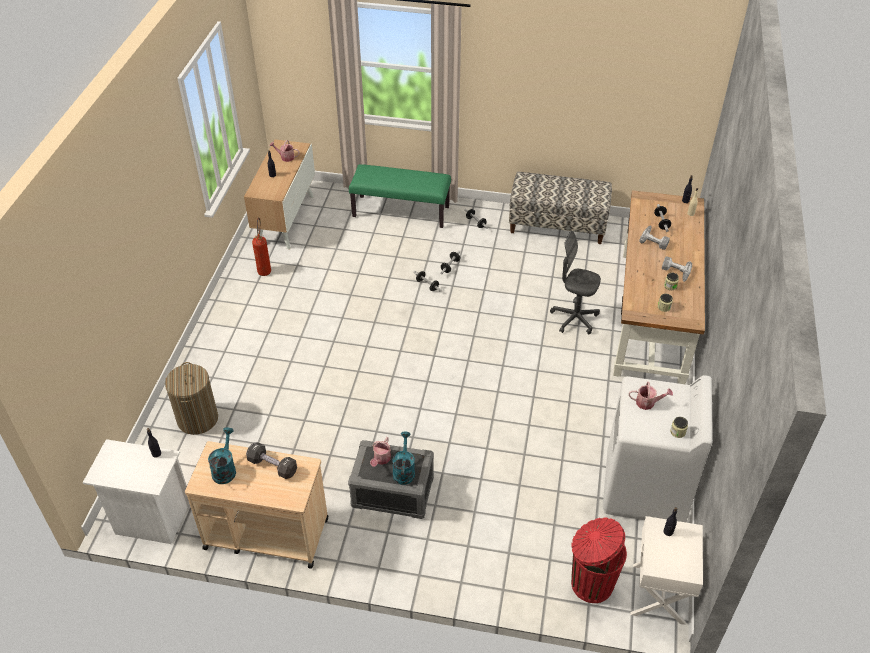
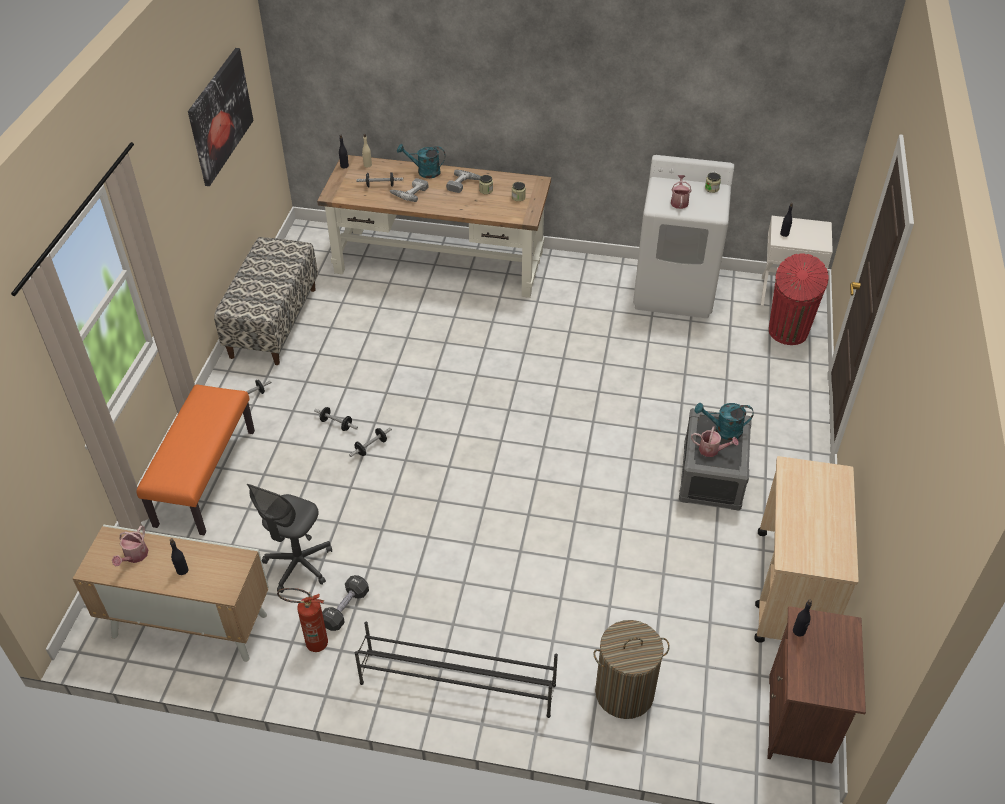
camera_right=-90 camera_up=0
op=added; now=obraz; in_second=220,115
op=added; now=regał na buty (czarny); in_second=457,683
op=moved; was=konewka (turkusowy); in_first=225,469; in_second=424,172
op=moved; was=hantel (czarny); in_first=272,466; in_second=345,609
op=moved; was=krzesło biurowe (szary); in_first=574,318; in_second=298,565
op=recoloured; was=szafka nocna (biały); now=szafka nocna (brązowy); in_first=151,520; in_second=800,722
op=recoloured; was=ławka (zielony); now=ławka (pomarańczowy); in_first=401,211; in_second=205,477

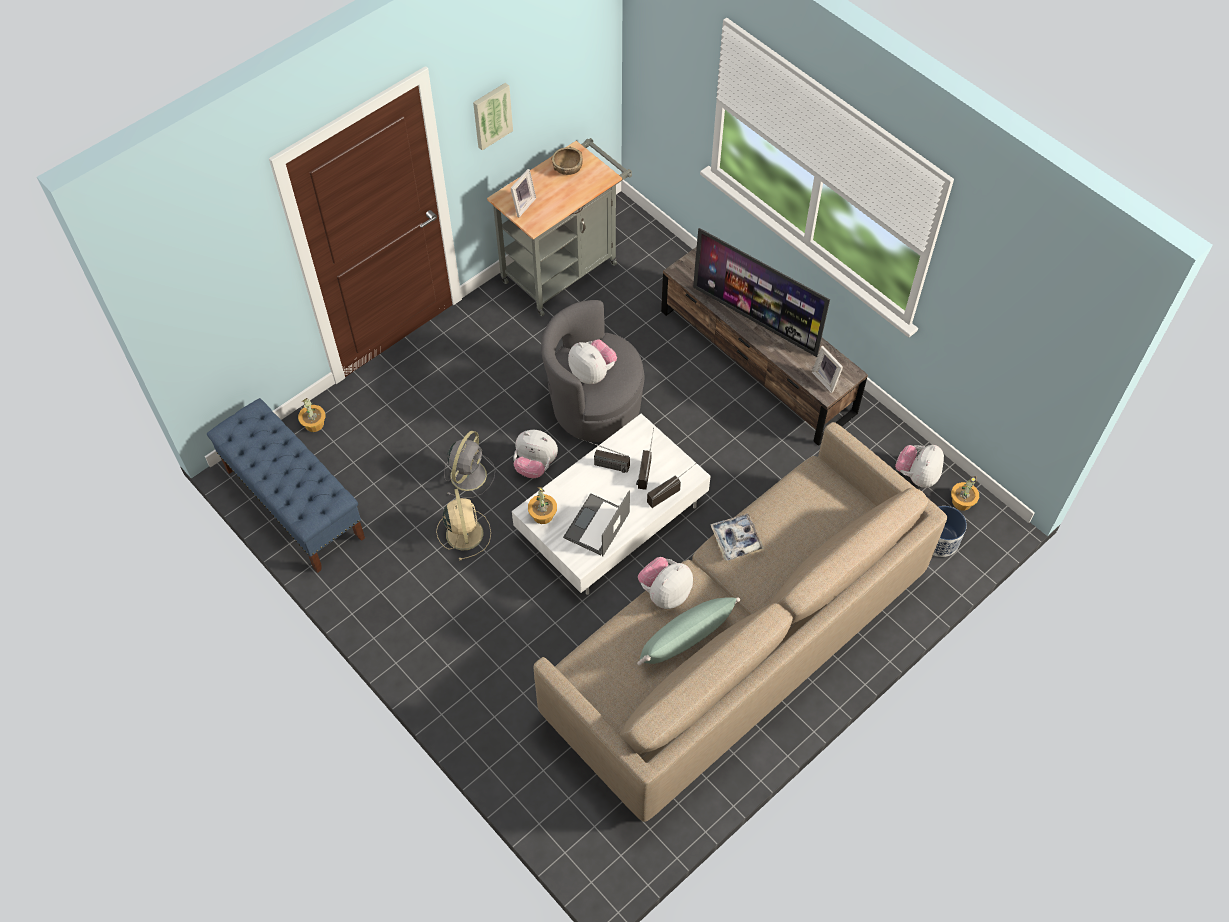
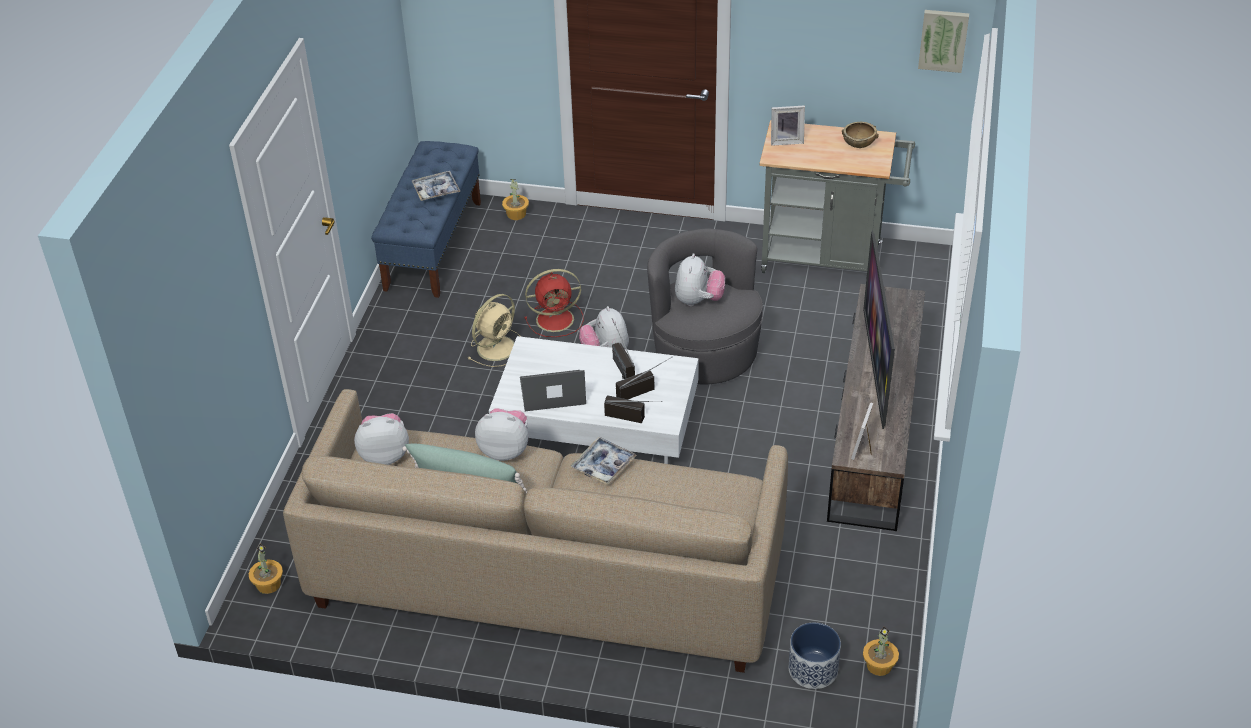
camera_right=55 camera_up=-15
op=added; now=taca; in_second=436,190
op=moved; was=obraz; in_first=491,115; in_second=943,39
op=moved; was=roślina doniczkowa; in_first=542,515; in_second=268,584
op=moved; was=pluszak; in_first=917,475; in_second=384,455
op=recoloured; was=wentylator (szary); now=wentylator (czerwony); in_first=469,474; in_second=556,319

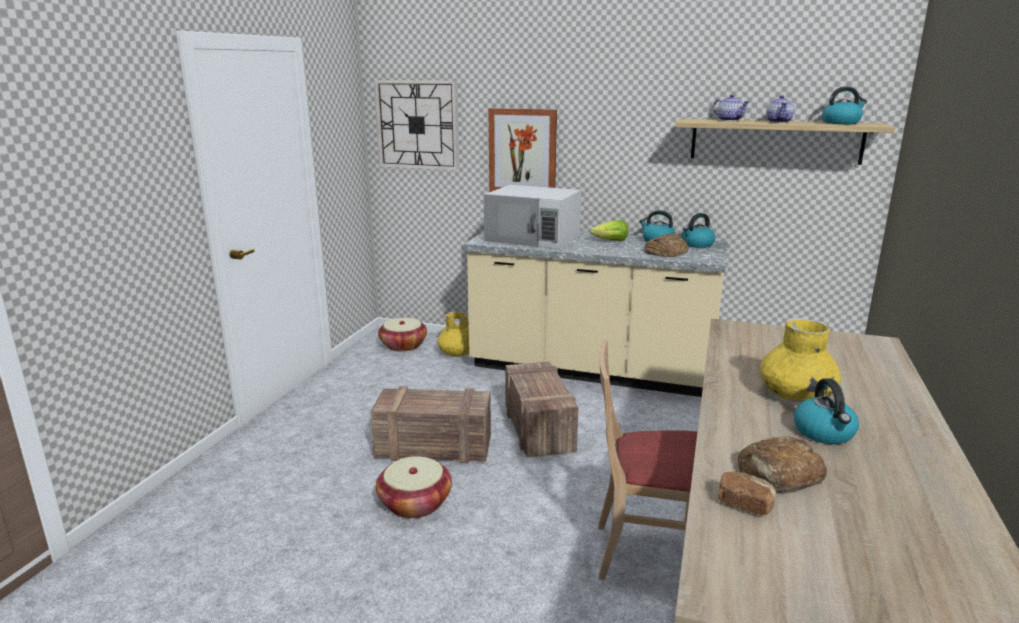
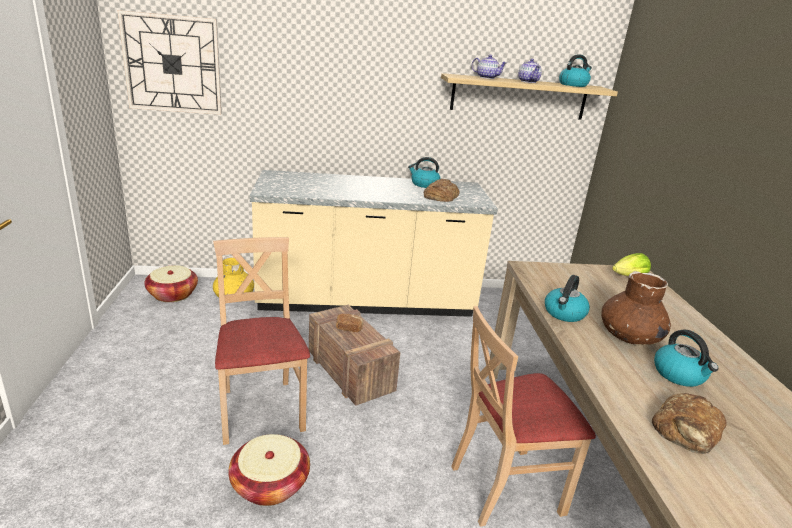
camera_right=-25 camera_up=5
op=removed; was=mikrofalówka (biały); in_first=533,237
op=removed; was=obraz; in_first=522,152
op=moved; was=sałata; in_first=610,241; in_second=629,277
op=moved; was=czajnik; in_first=696,244; in_second=564,313
op=moved; was=chleb; in_first=744,504; in_second=349,328
op=replaced; was=skrzynka; now=krzesło (beżowy); in_first=436,447; in_second=261,410
op=recoloured; was=wazon (żółty); now=wazon (brązowy); in_first=795,395; in_second=629,336

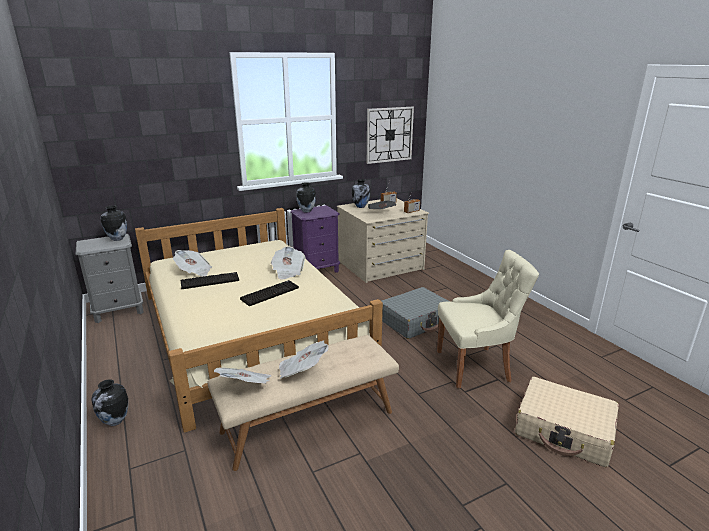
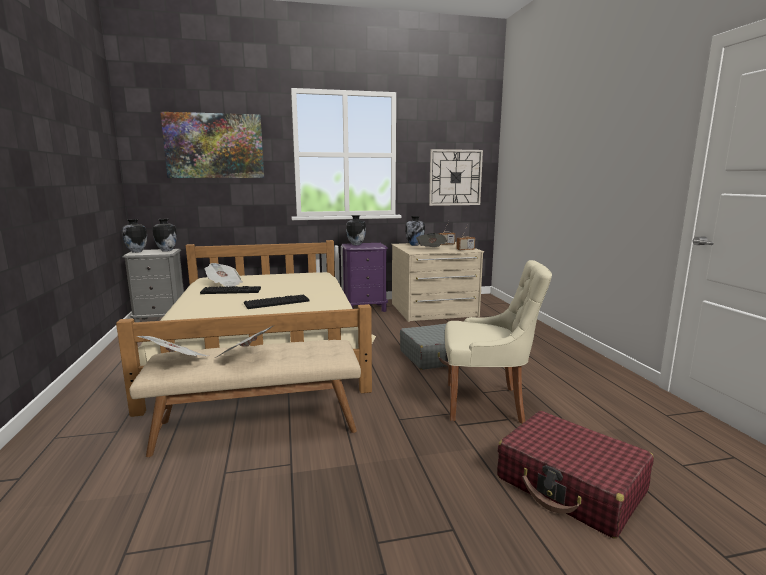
camera_right=15 camera_up=-10
op=removed; was=gazeta; in_first=288,272
op=added; now=obraz; in_second=214,146
op=moved; was=wazon; in_first=115,421; in_second=136,251
op=recoloured; was=walizka (beżowy); now=walizka (czerwony); in_first=564,431; in_second=570,485

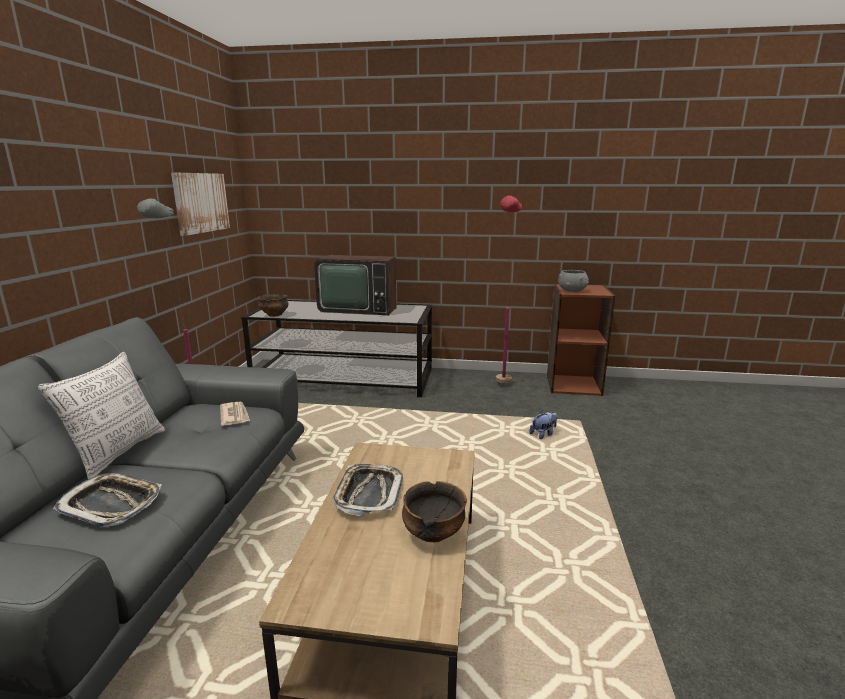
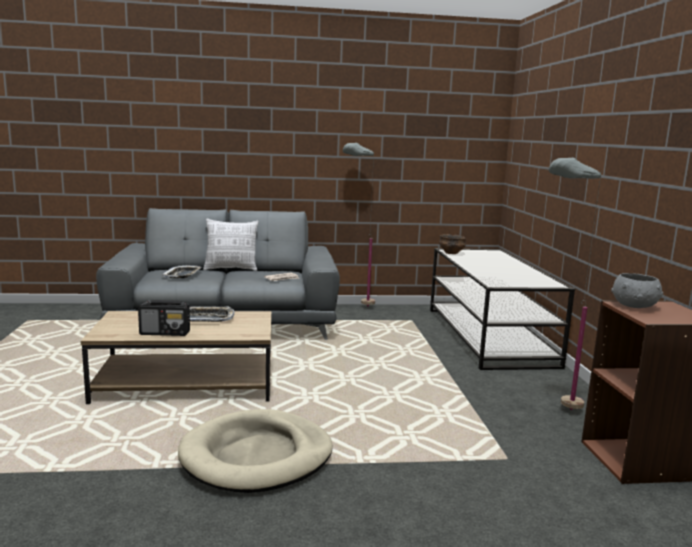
camera_right=75 camera_up=-5
op=removed; was=obraz; in_first=200,202
op=removed; was=telewizor; in_first=358,308
op=removed; was=pluszak; in_first=543,434
op=added; now=legowisko (beżowy); in_second=257,456
op=replaced; was=miska; now=radio; in_first=433,534; in_second=165,333
op=recoloured; was=lampa stojąca (czerwony); now=lampa stojąca (szary); in_first=502,389; in_second=552,409

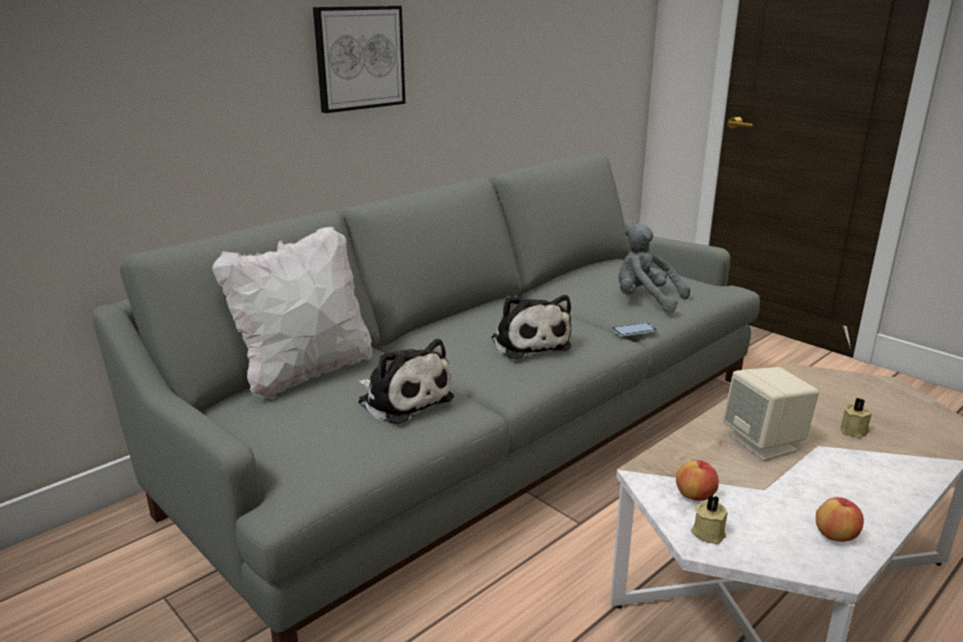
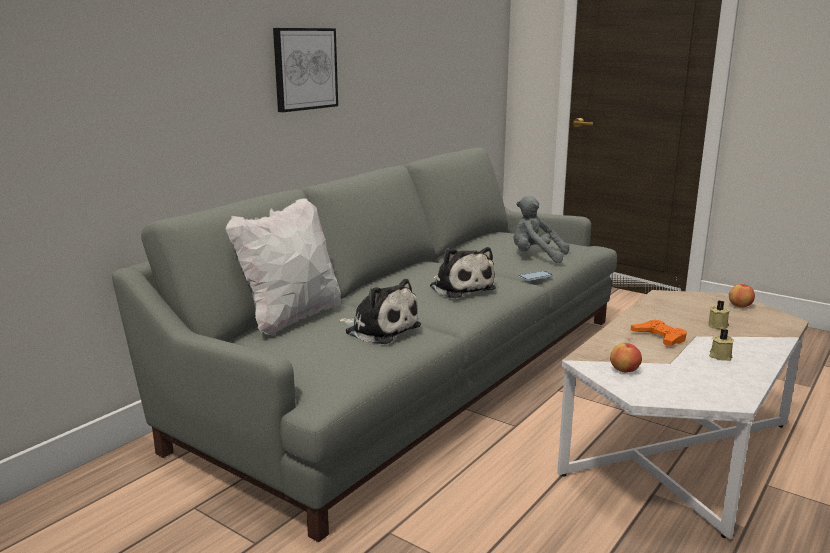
camera_right=-10 camera_up=-5
op=moved; was=świeca (beżowy); in_first=708,532; in_second=720,356
op=moved; was=jabłko; in_first=835,536; in_second=740,306
op=replaced; was=głośnik (beżowy); now=pad do gier (pomarańczowy); in_first=764,443; in_second=659,337

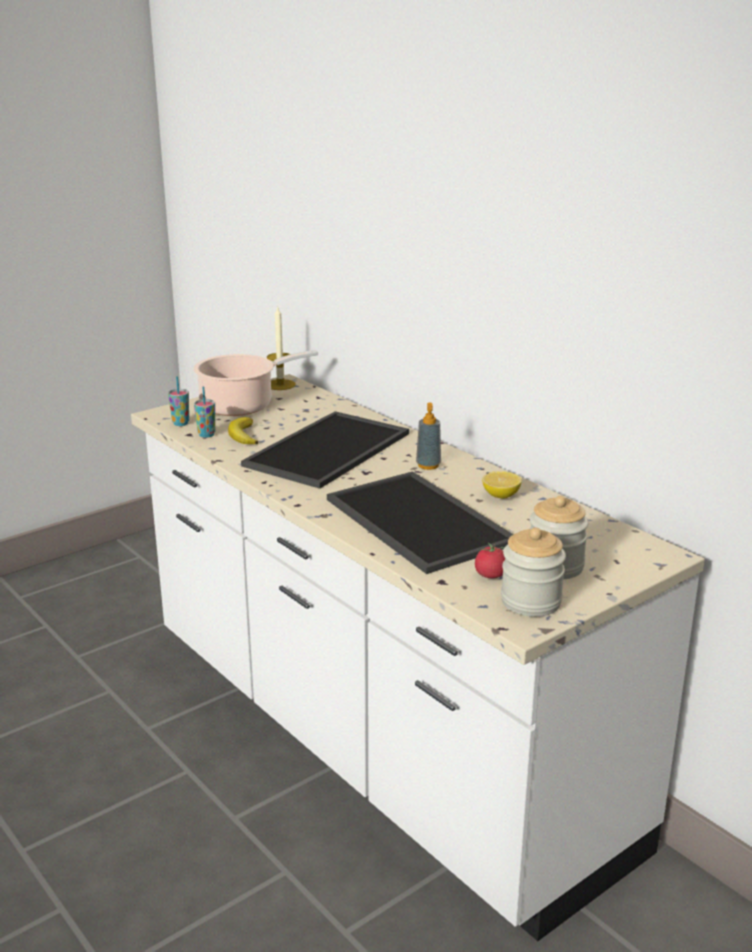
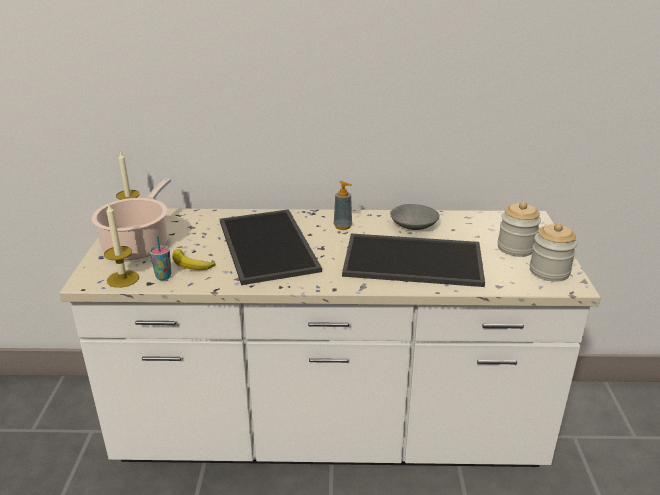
camera_right=-50 camera_up=5
op=removed; was=pomidor; in_first=491,575
op=replaced; was=filiżanka; now=świeca; in_first=180,423; in_second=123,279
op=replaced; was=cytryna; now=miska (szary); in_first=501,496; in_second=413,225

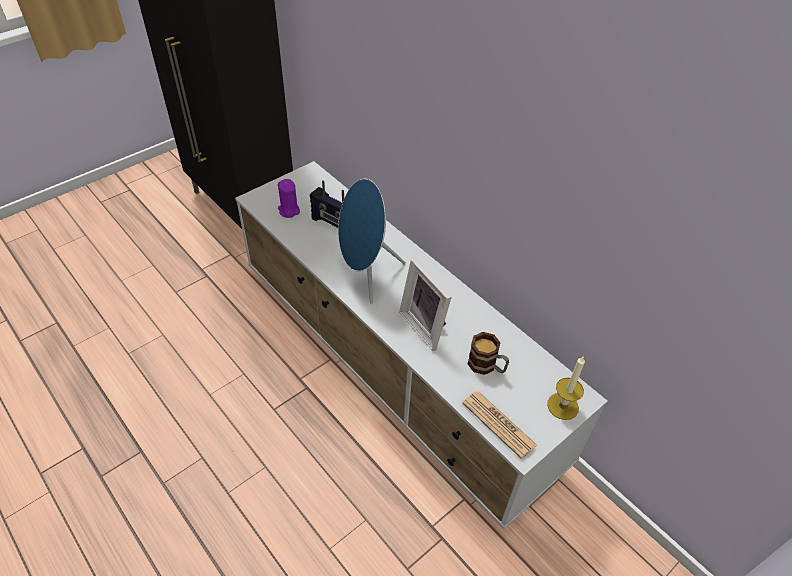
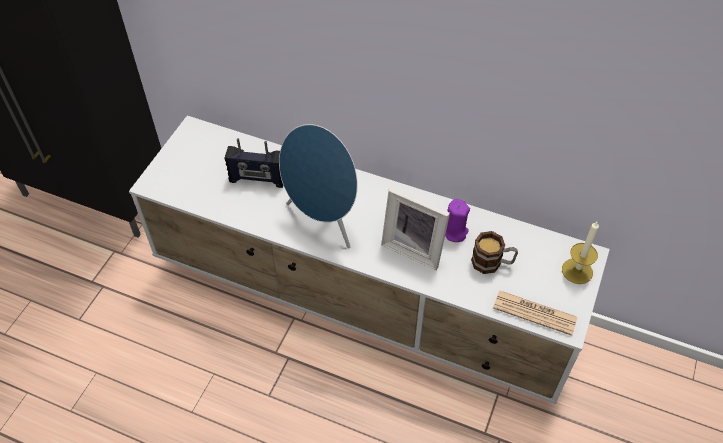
camera_right=-25 camera_up=5
op=moved; was=świeca (fioletowy); in_first=289,210; in_second=454,232

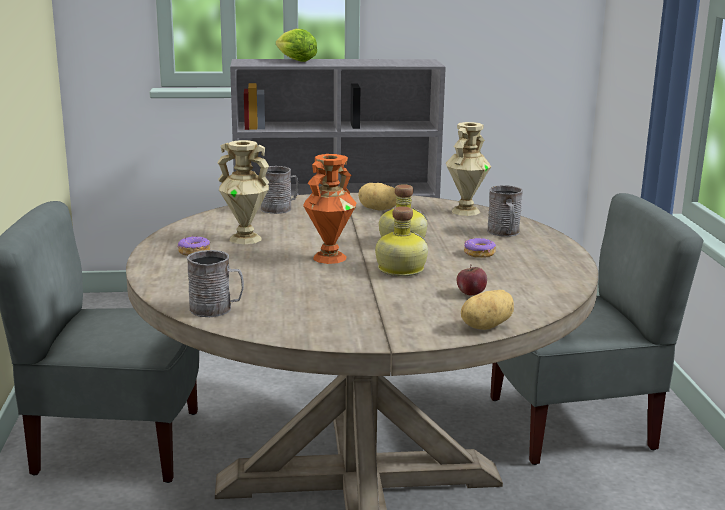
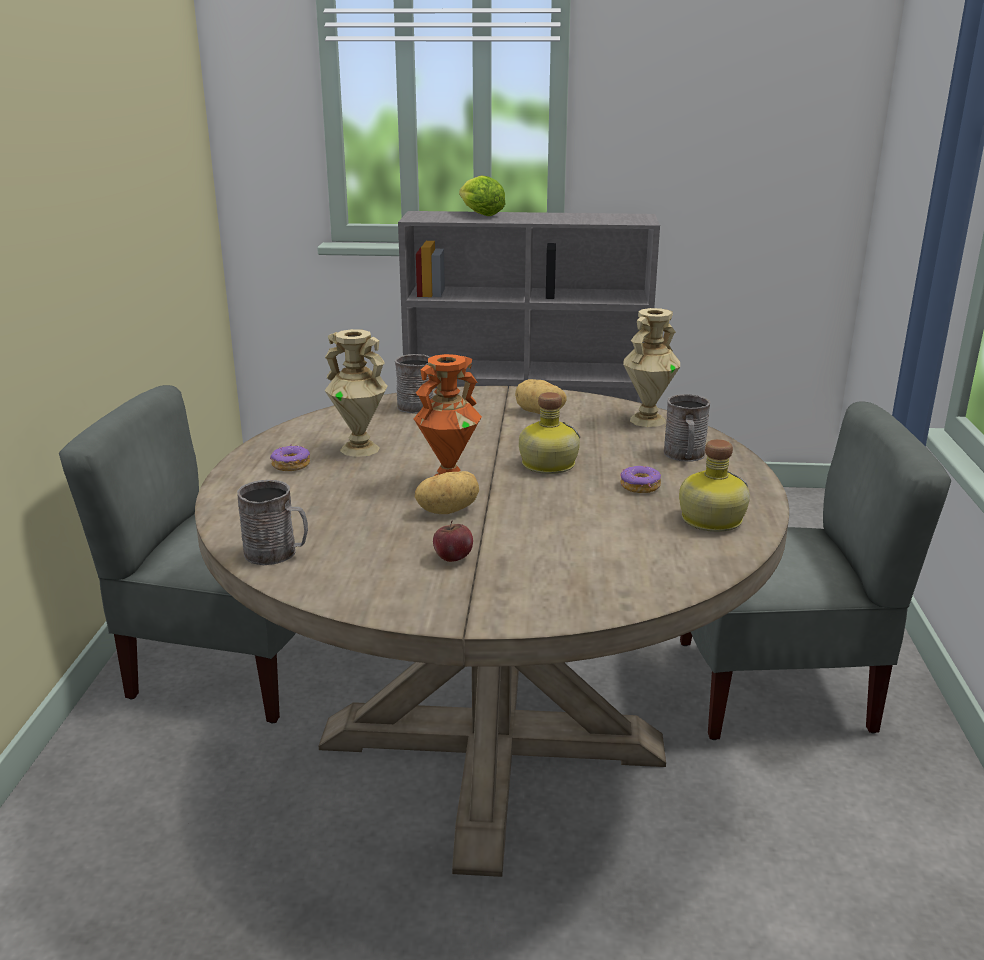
camera_right=10 camera_up=5
op=moved; was=butelka; in_first=399,269; in_second=709,519
op=moved; was=jabłko; in_first=471,293; in_second=453,558
op=moved; was=ziemniak; in_first=485,326; in_second=447,510

